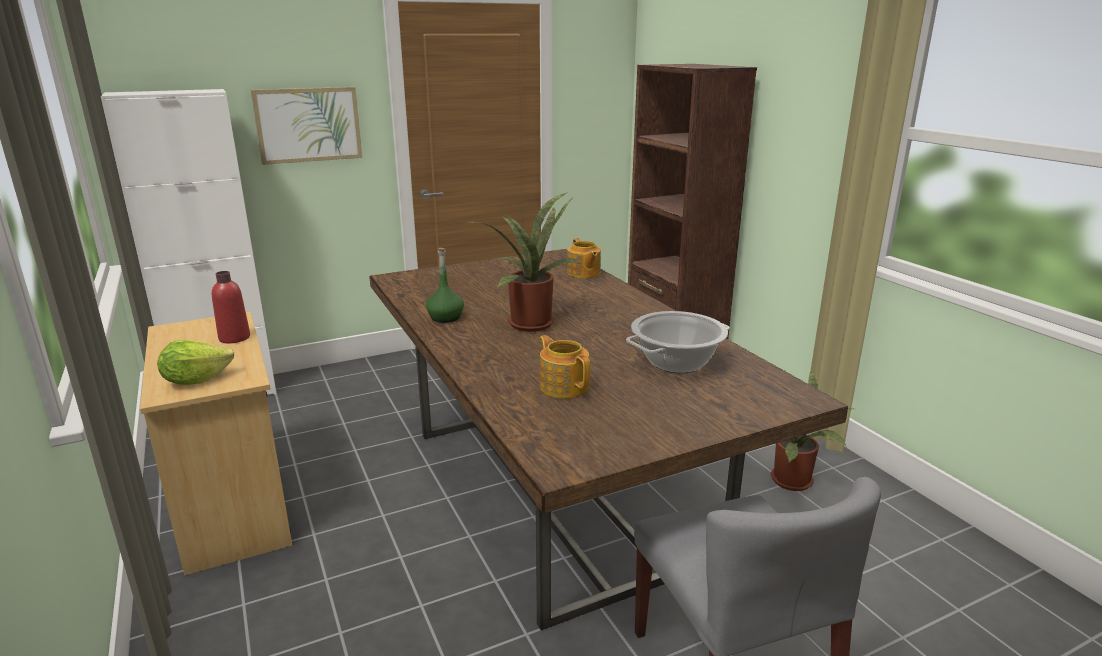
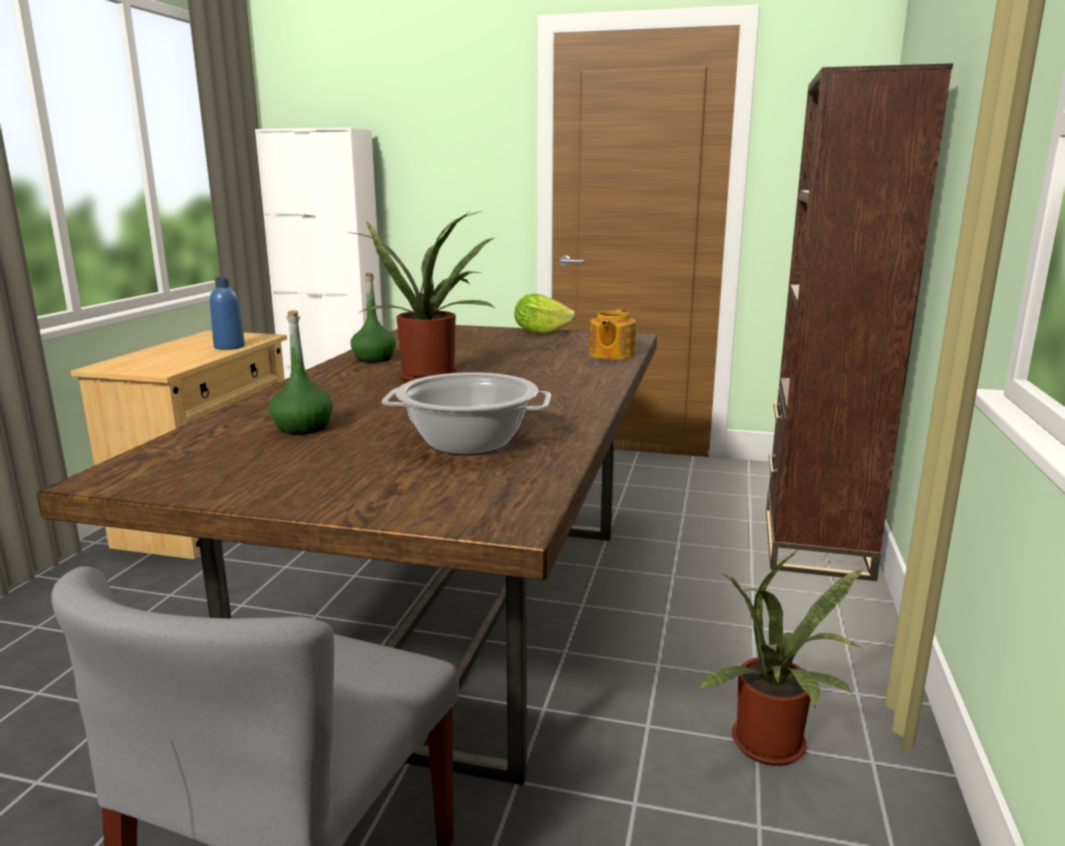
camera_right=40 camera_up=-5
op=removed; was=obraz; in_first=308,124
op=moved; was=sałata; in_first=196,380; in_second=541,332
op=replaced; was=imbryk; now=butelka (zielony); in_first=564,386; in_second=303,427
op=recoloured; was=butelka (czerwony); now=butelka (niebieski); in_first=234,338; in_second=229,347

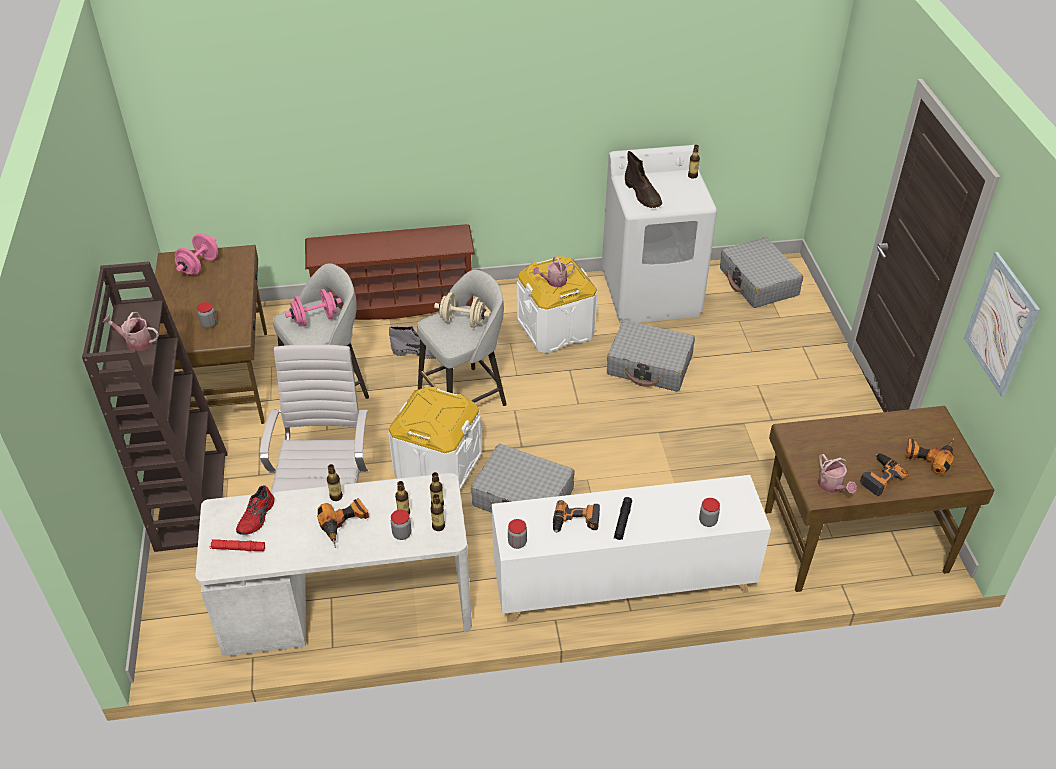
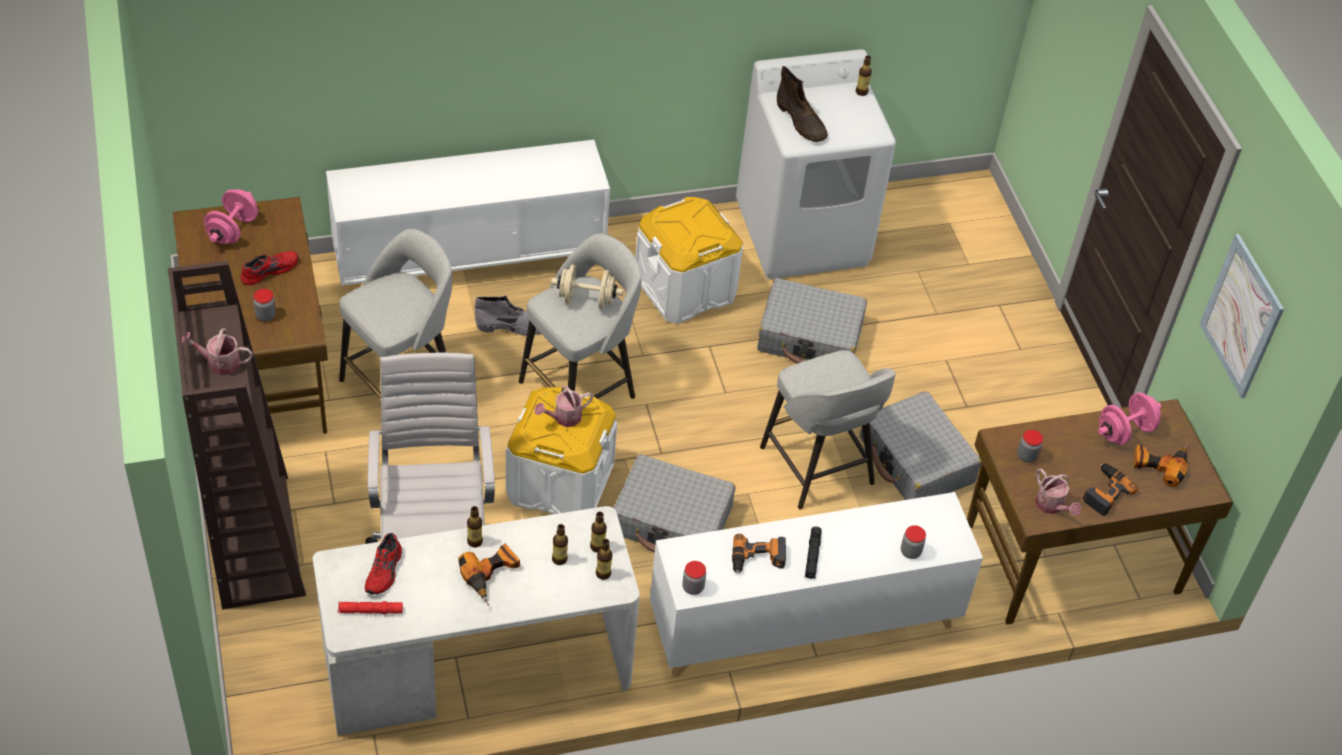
camera_right=-10 camera_up=5
op=added; now=but (czerwony); in_second=269,270
op=added; now=stołek (szary); in_second=818,468
op=moved; was=hantel (różowy); in_first=315,319; in_second=1125,431
op=moved; was=słoik; in_first=402,534; in_second=1026,456
op=moved; was=konewka; in_first=554,282; in_second=564,418
op=moved; was=walizka (szary); in_first=758,282; in_second=916,461
op=replaced; was=regał na buty (brązowy); now=szafka (biały); in_first=396,305; in_second=470,259

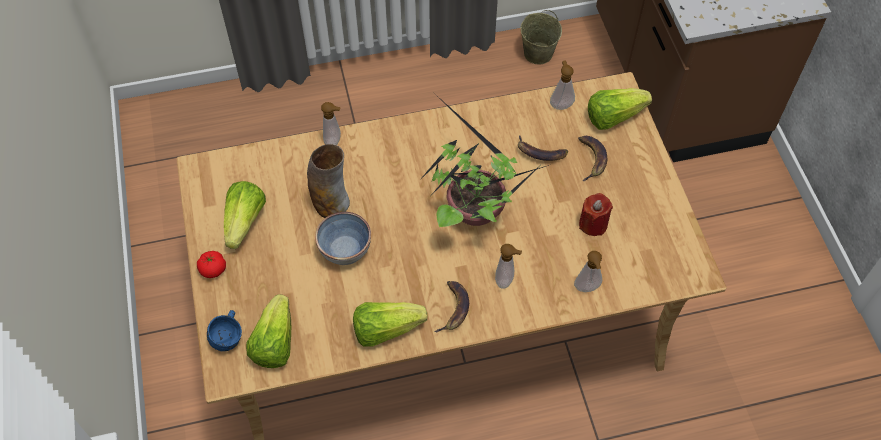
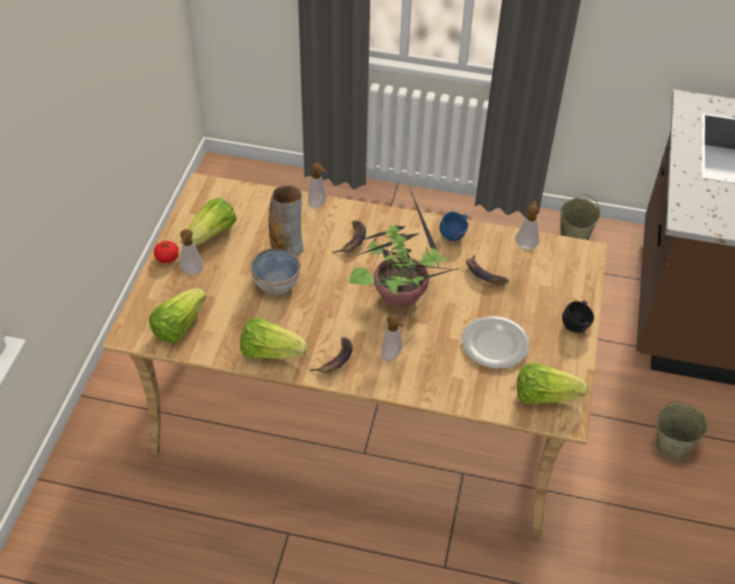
camera_right=25 camera_up=-10
op=added; now=kubek (czarny); in_second=577,324
op=added; now=wiadro (beżowy); in_second=673,446
op=moved; was=kubek (niebieski); in_first=229,337; in_second=455,234
op=moved; was=dozownik mydła; in_first=587,289; in_second=191,272
op=moved; was=banan; in_first=591,159; in_second=352,240
op=moved; was=sałata; in_first=613,117; in_second=544,396
op=replaced; was=świeca (czerwony); now=talerz; in_first=593,224; in_second=496,344

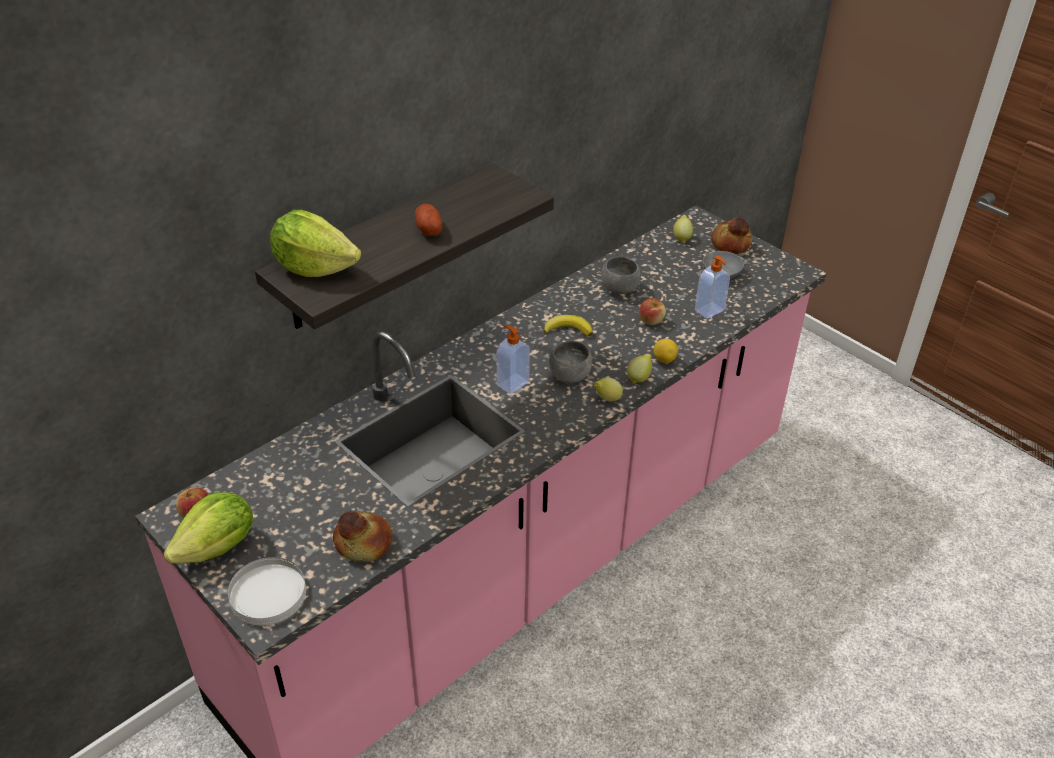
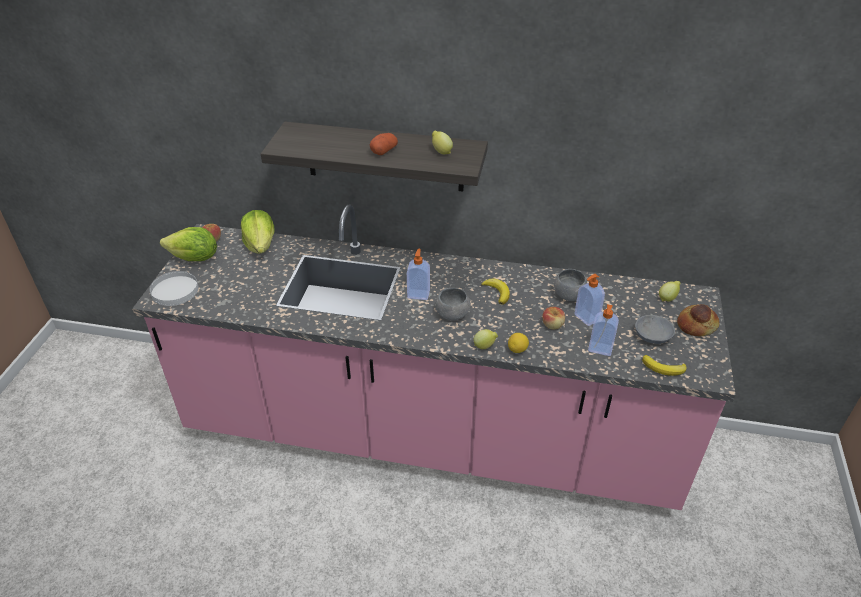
camera_right=55 camera_up=0
op=removed; was=chleb; in_first=363,544
op=added; now=dozownik mydła; in_second=586,318
op=added; now=banan; in_second=664,368
op=moved; was=sałata; in_first=314,267; in_second=260,245
op=moved; was=cytryna; in_first=607,399; in_second=441,152

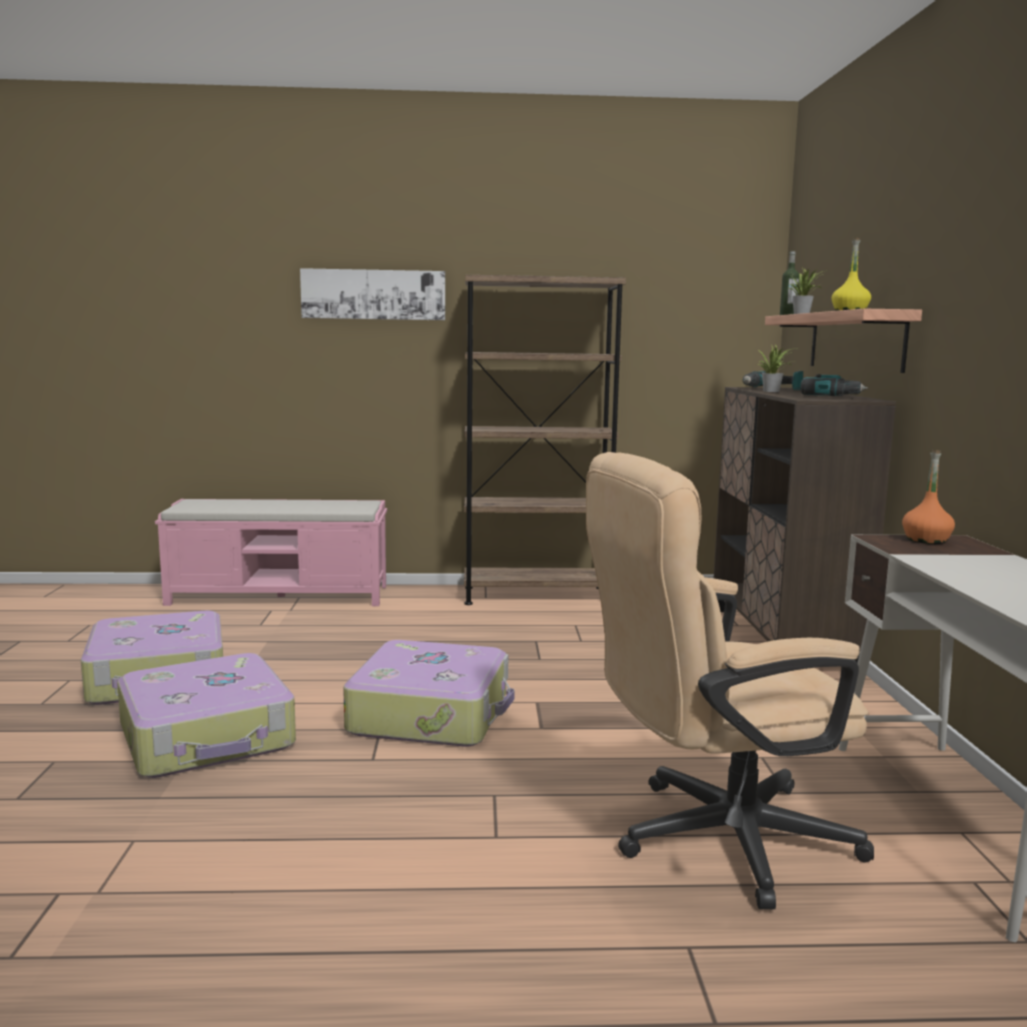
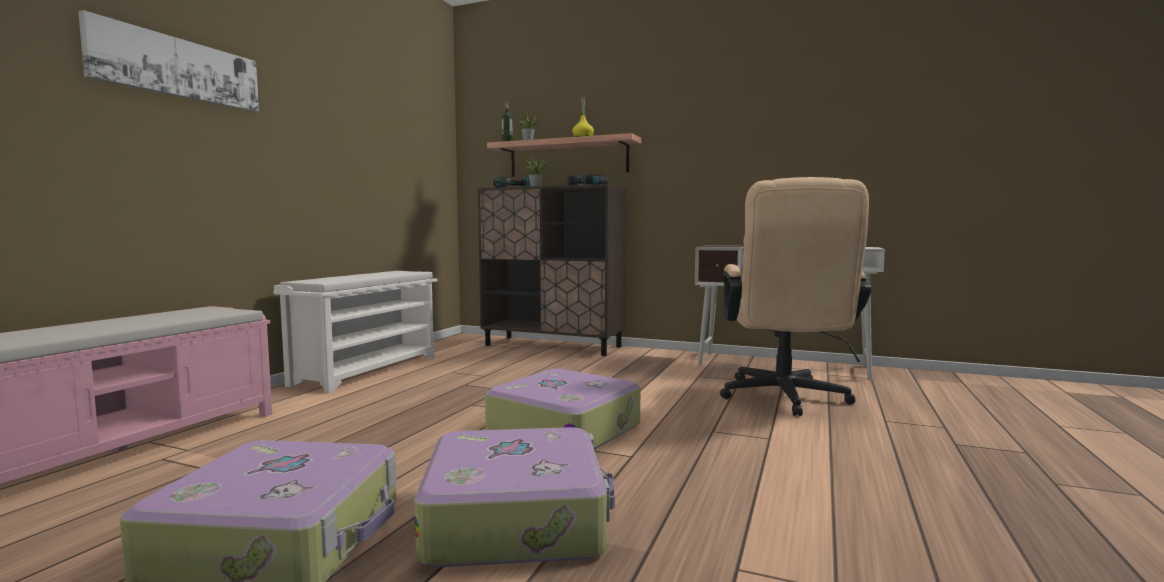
camera_right=-65 camera_up=-5
op=removed; was=butelka (pomarańczowy); in_first=926,540
op=replaced; was=regał (brązowy); now=regał na buty (biały); in_first=536,595; in_second=367,370

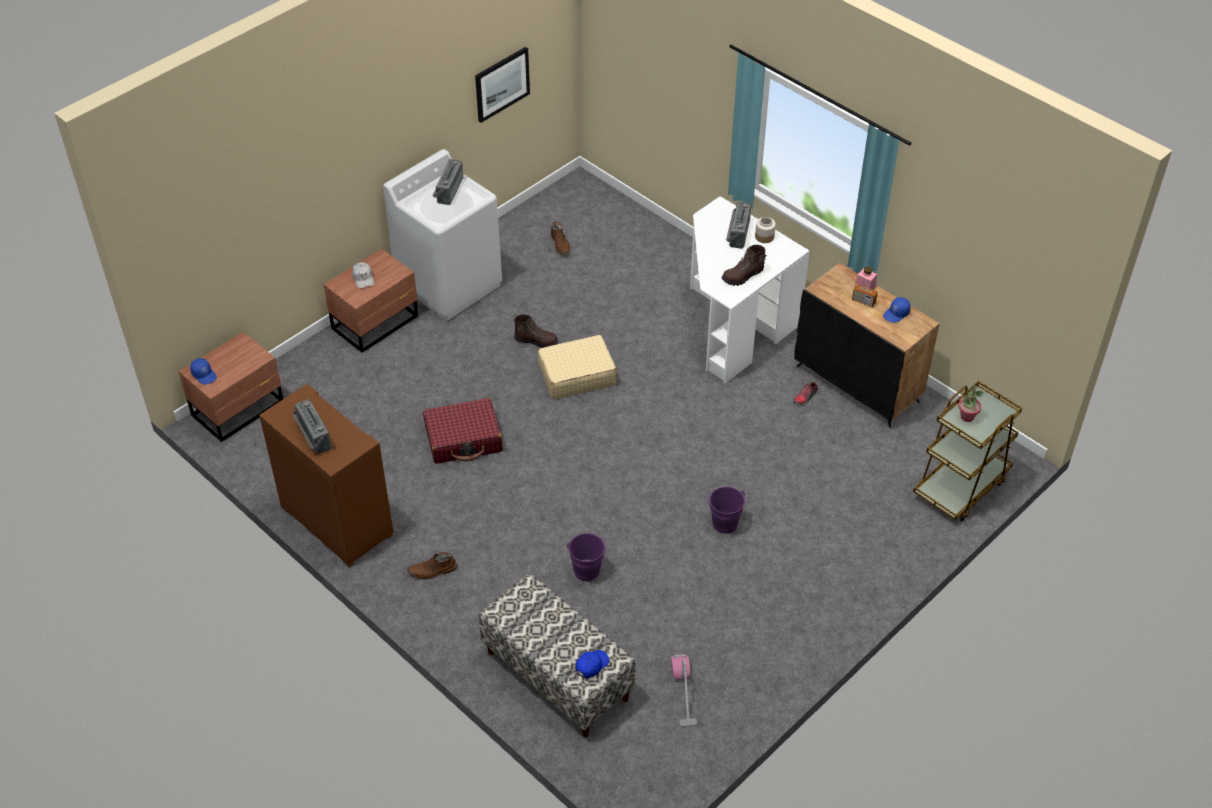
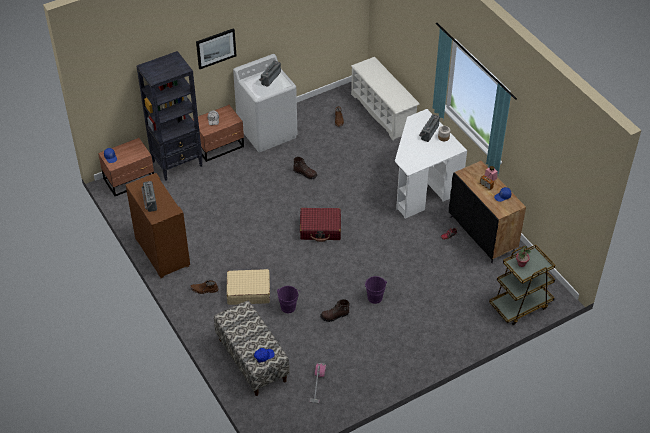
camera_right=15 camera_up=0
op=added; now=regał (czarny); in_second=177,163
op=added; now=regał na buty (biały); in_second=383,112
op=moved; was=walizka (czerwony); in_first=464,439; in_second=320,229
op=moved; was=obraz; in_first=501,84; in_second=216,48
op=moved; was=walizka (beżowy); in_first=576,375; in_second=248,291
op=moved; was=but z cholewką (brązowy); in_first=743,276; in_second=335,316

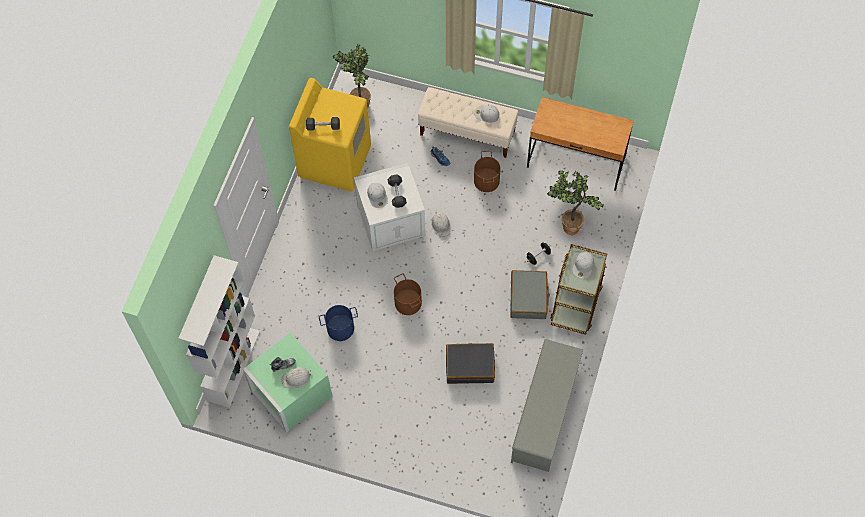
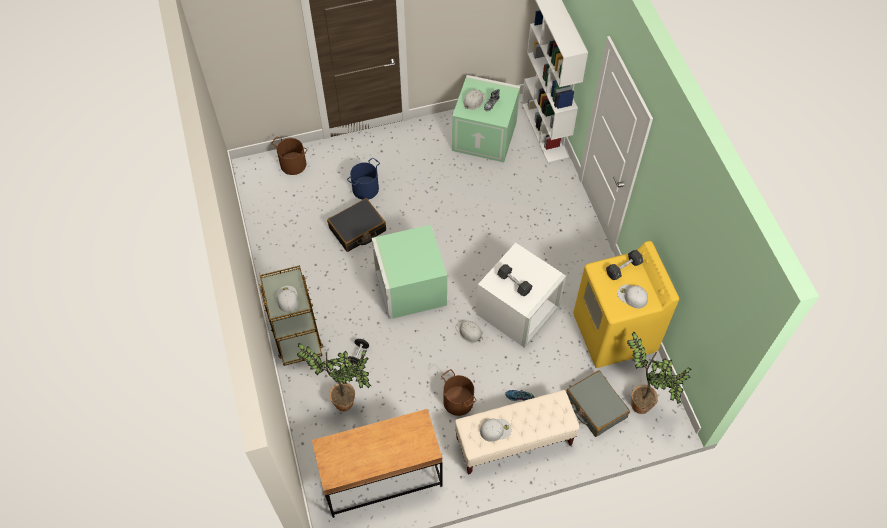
camera_right=145 camera_up=-5
op=removed; was=regał na buty (szary); in_first=544,416
op=added; now=pojemnik do przechowywania (zielony); in_second=409,286
op=moved; was=wiadro (niebieski); in_first=340,328; in_second=366,189
op=moved; was=czapka z daszkiem (biały); in_first=377,196; in_second=632,296
op=moved; was=wiadro (brązowy); in_first=407,303; in_second=293,164
op=moved; was=walizka (szary); in_first=528,298; in_second=595,407

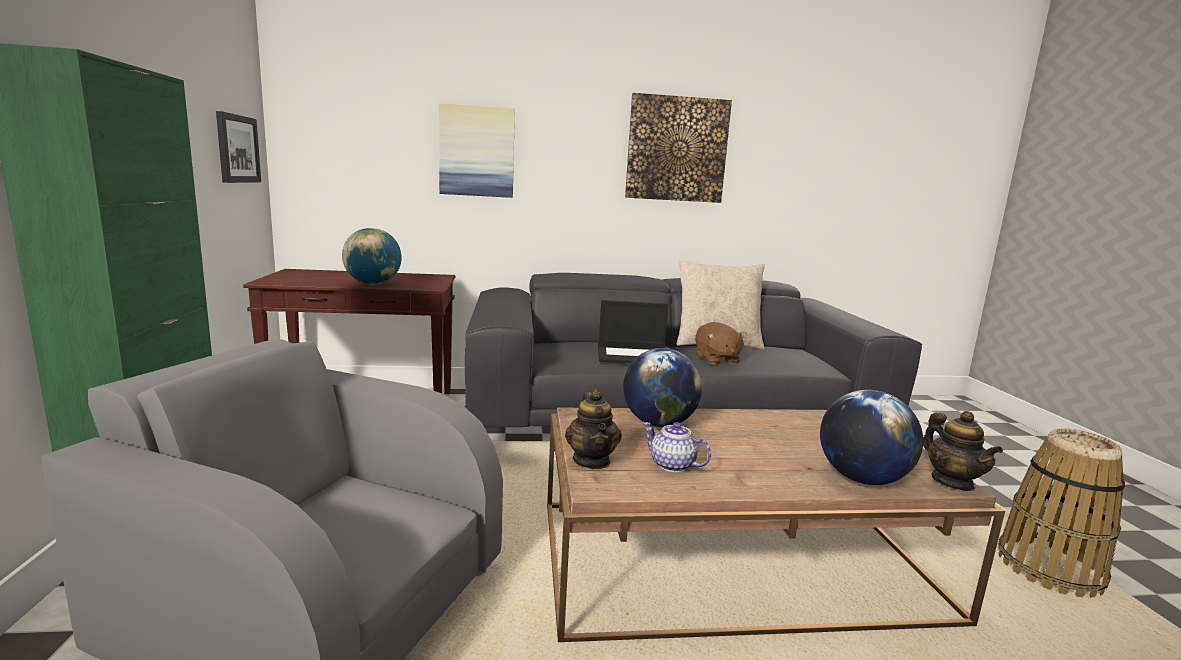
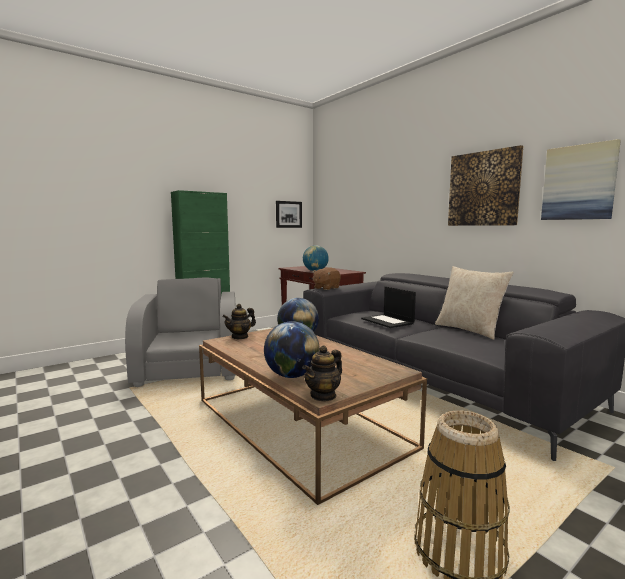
camera_right=60 camera_up=-5
op=removed; was=imbryk; in_first=673,465
op=moved; was=obraz; in_first=477,151; in_second=578,182
op=moved; was=pluszak (brązowy); in_first=716,359; in_second=326,288

